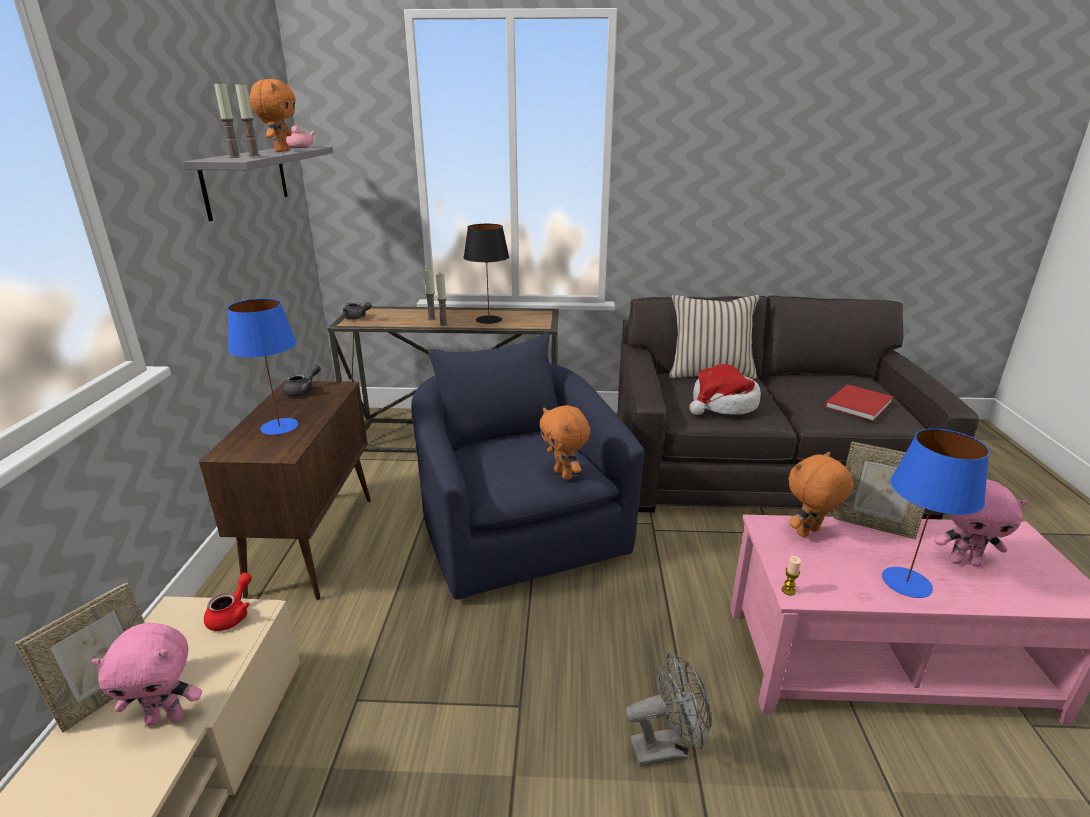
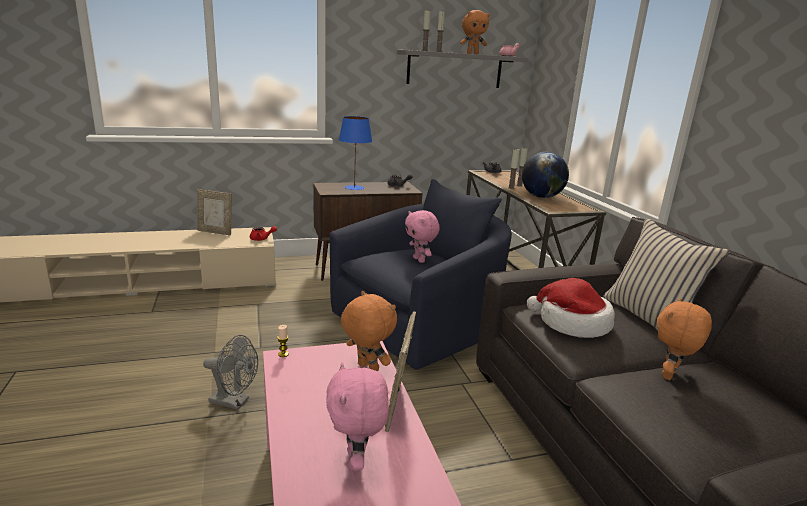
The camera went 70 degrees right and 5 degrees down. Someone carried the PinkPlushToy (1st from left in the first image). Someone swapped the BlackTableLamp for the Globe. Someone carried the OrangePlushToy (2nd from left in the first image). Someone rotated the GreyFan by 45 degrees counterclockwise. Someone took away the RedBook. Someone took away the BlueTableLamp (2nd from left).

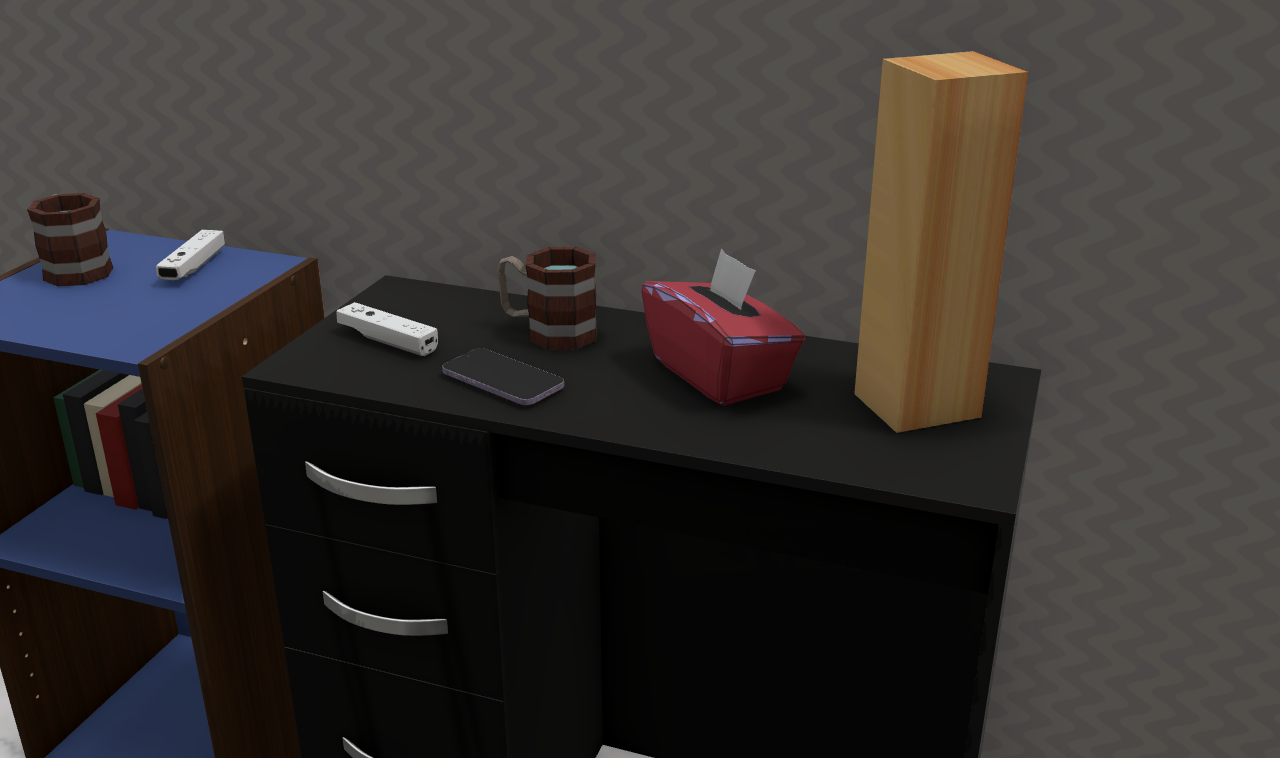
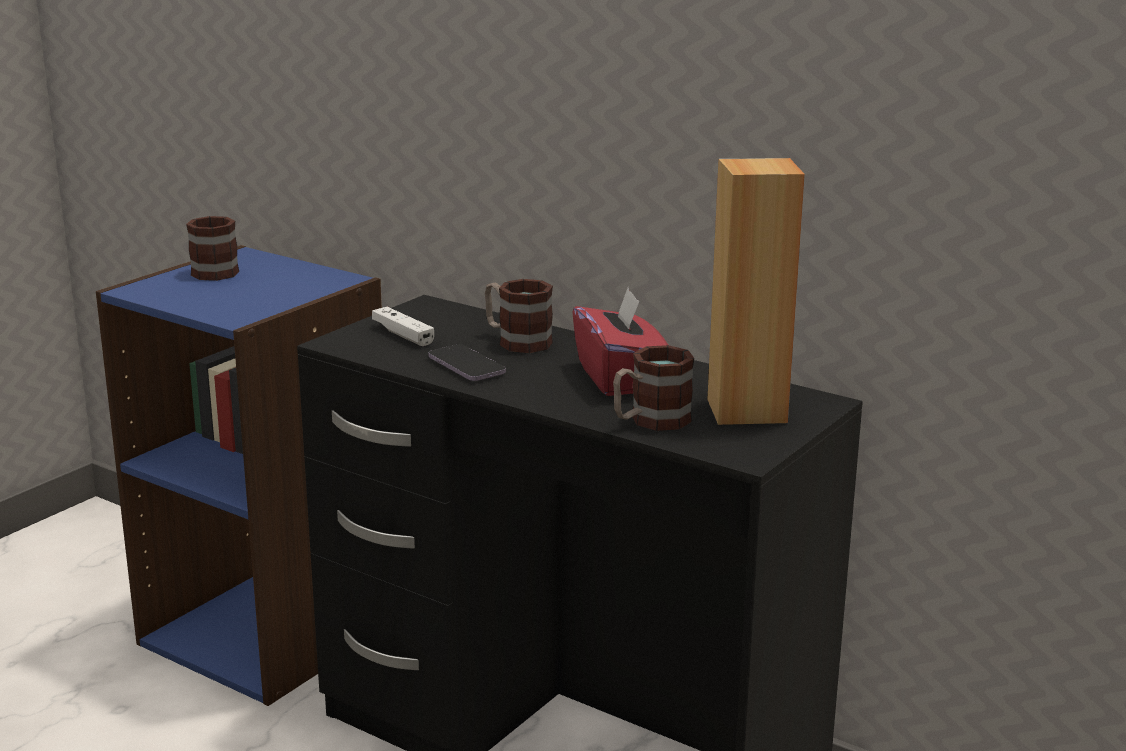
The camera went 15 degrees right and 5 degrees down. Someone took away the WhiteGameController (1st from left). Someone put down the Mug (3rd from left).

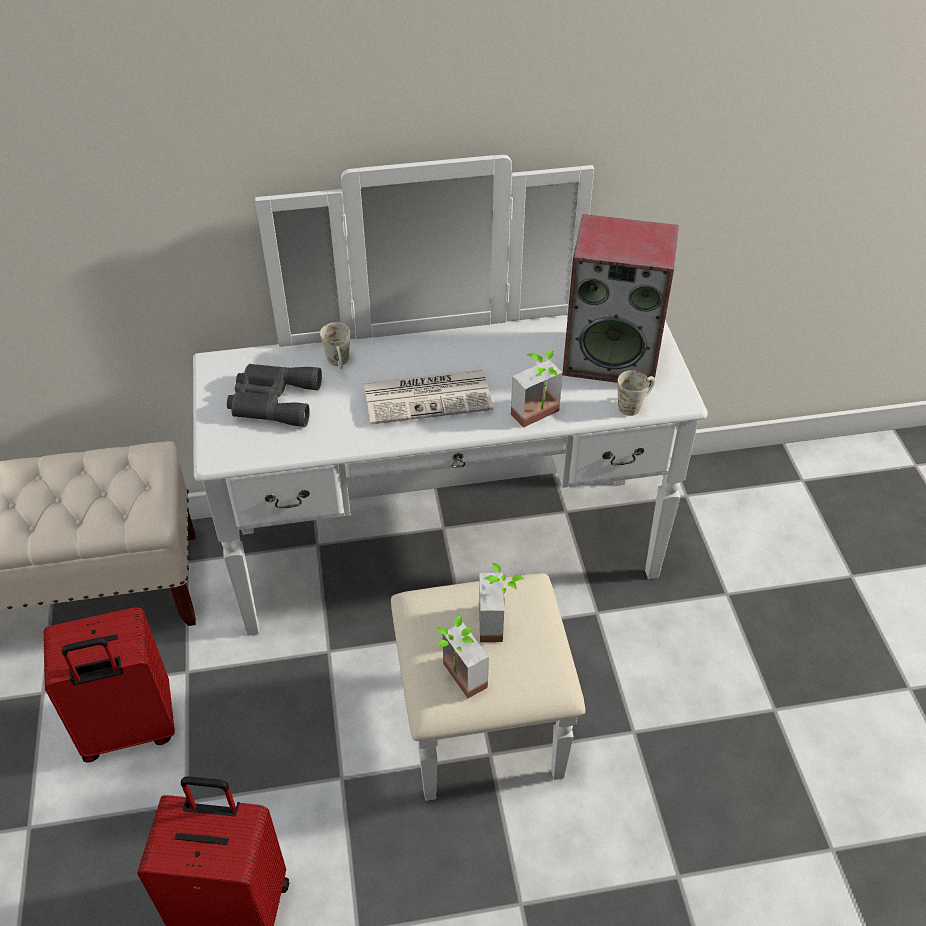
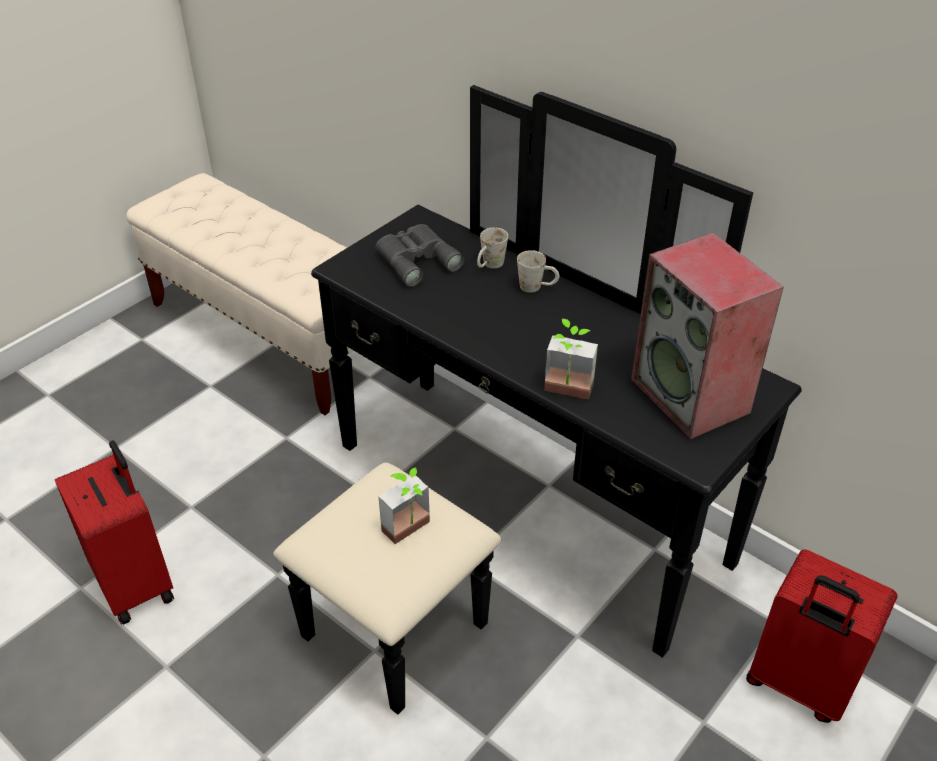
The camera went 50 degrees right and 5 degrees down. Someone carried the RedSuitcase (1st from left in the first image). Someone repainted the WhiteDresser, which became the BlackDresser. Someone took away the Newspaper. Someone took away the PottedPlant (1st from left). Someone carried the WhiteMug (2nd from left).

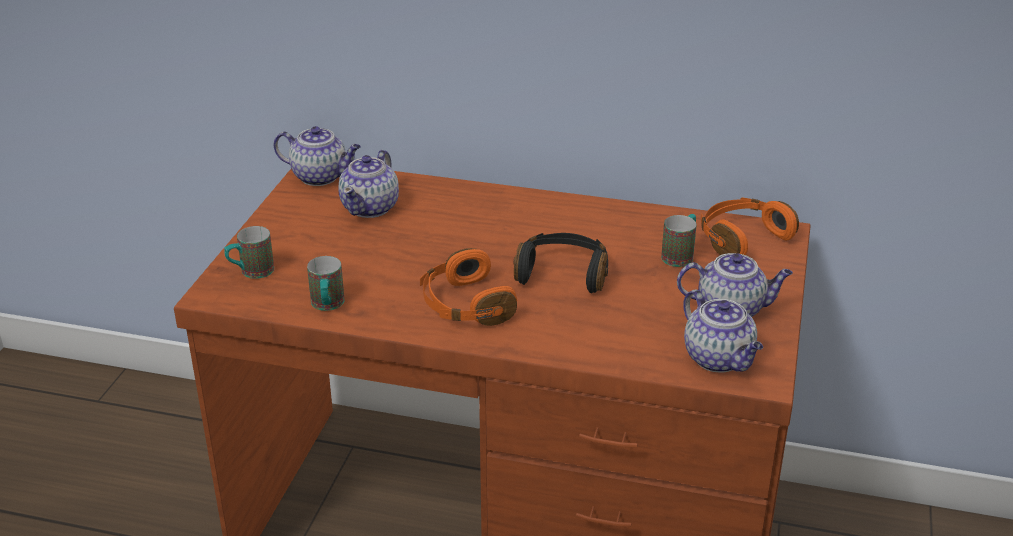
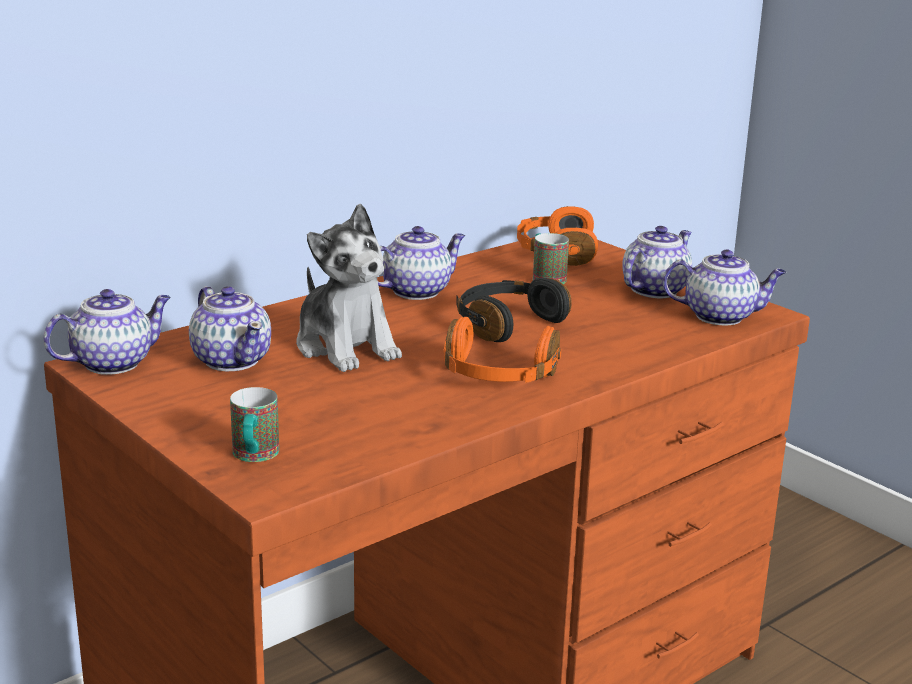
The camera went 55 degrees left and 10 degrees down. Someone took away the Mug (2nd from left). Someone put down the PlushToy. Someone put down the Teapot (3rd from left).

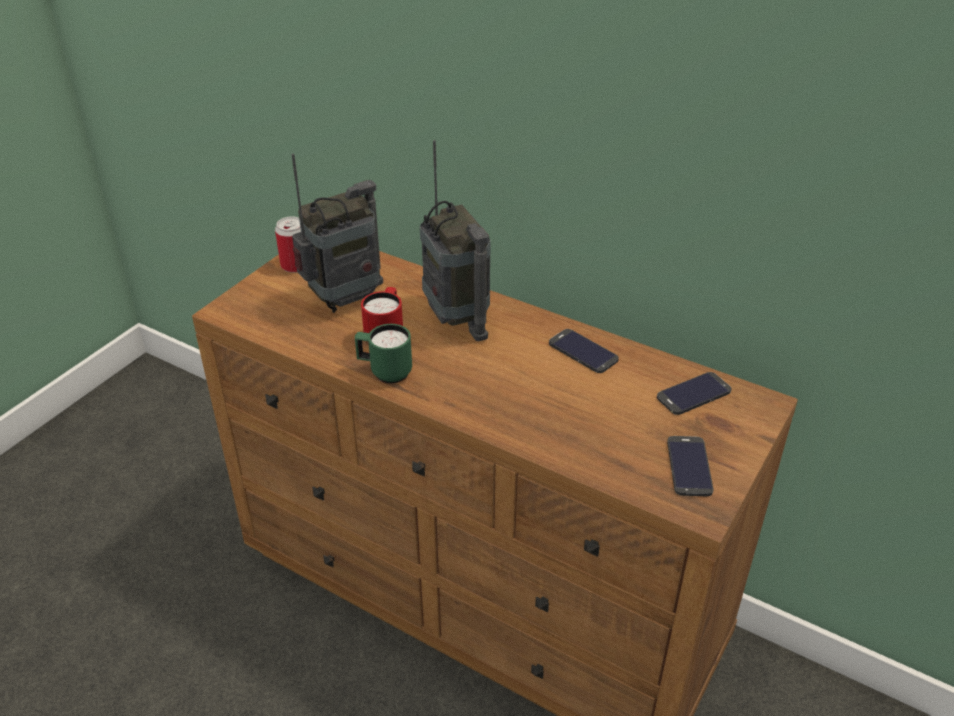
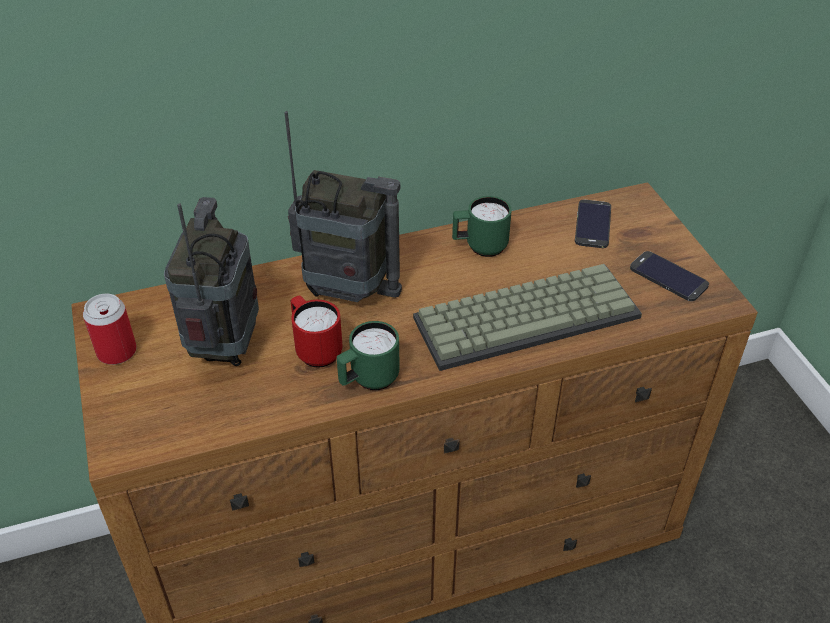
The camera went 50 degrees left and 5 degrees up. Someone swapped the Phone (1st from left) for the GreenMug (2nd from left). Someone put down the Keyboard.

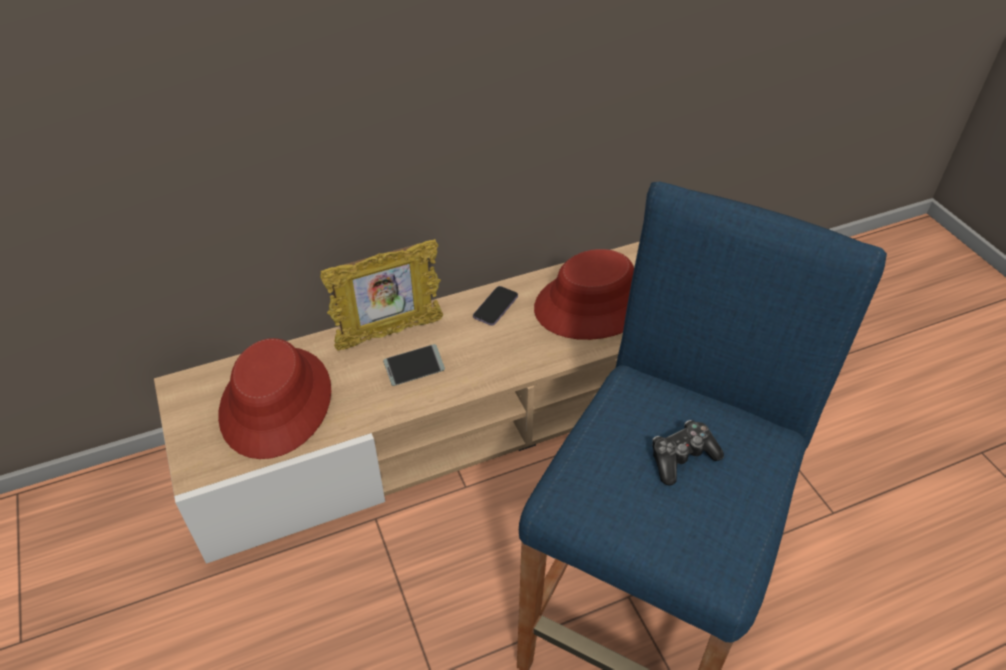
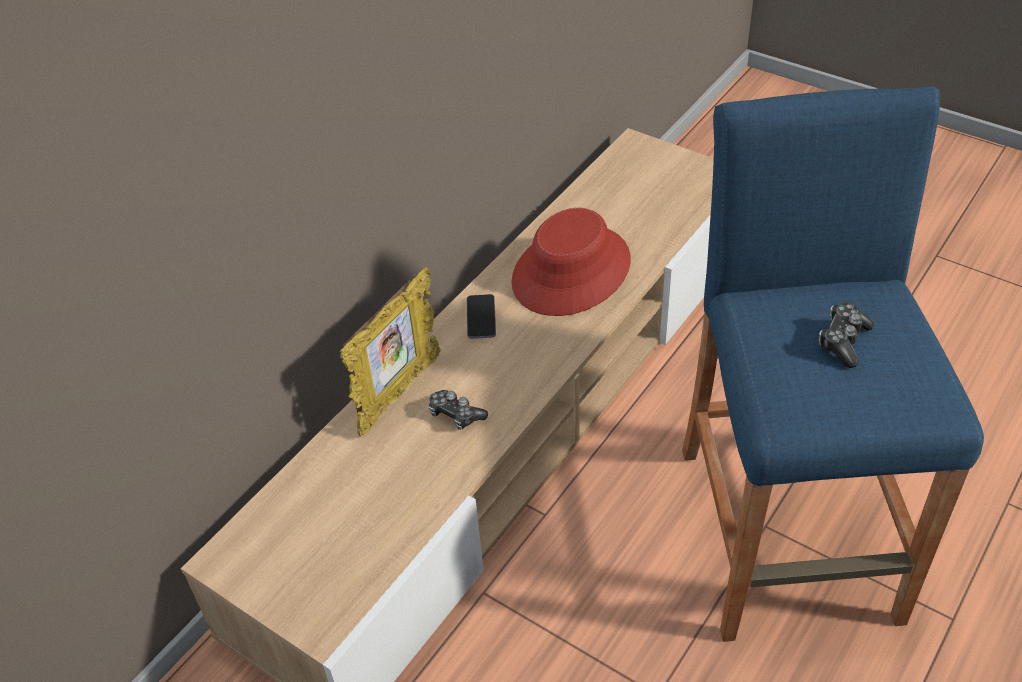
The camera went 30 degrees left and 0 degrees up. Someone took away the RedHat (1st from left). Someone swapped the Phone (1st from left) for the GameController (1st from left).

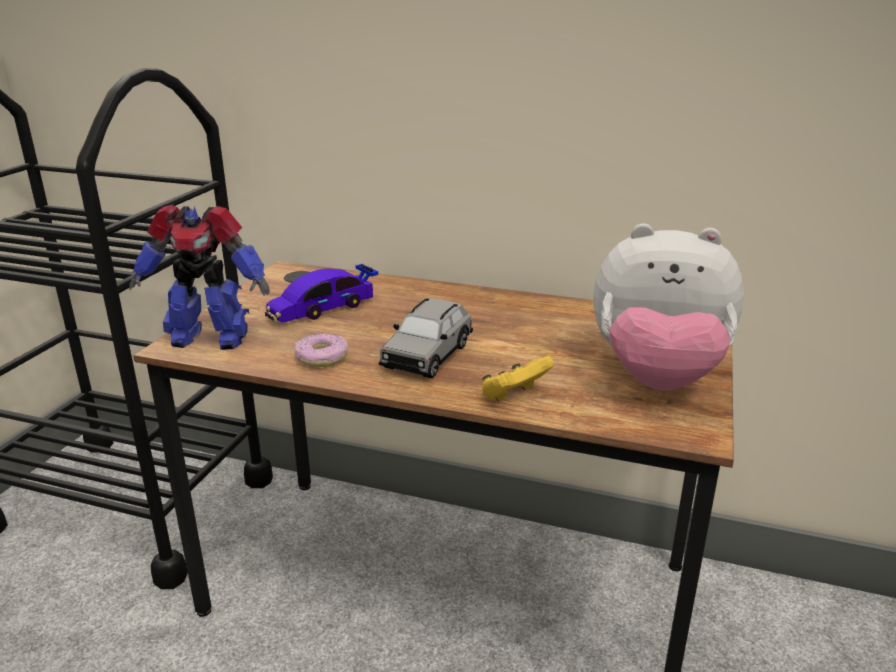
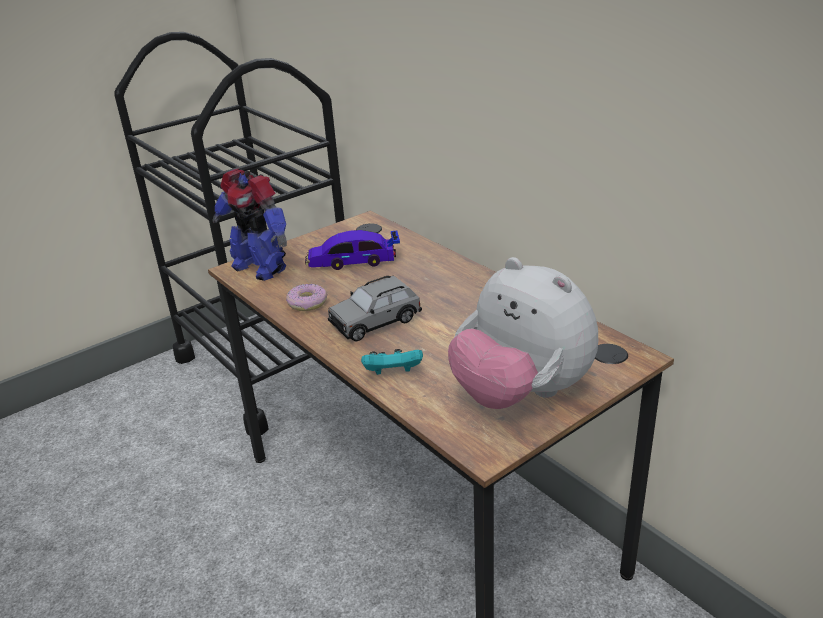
The camera went 35 degrees right and 5 degrees up. Someone repainted the YellowGameController, which became the TurquoiseGameController.

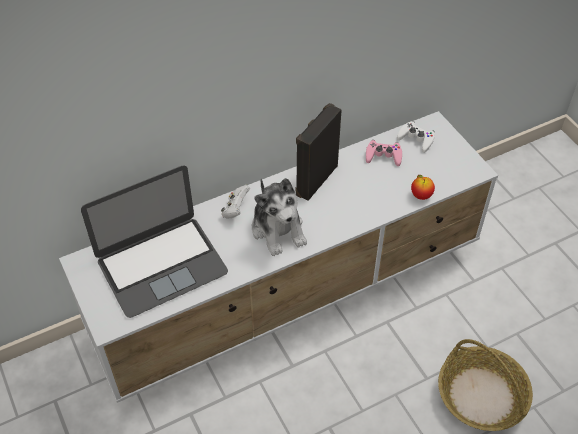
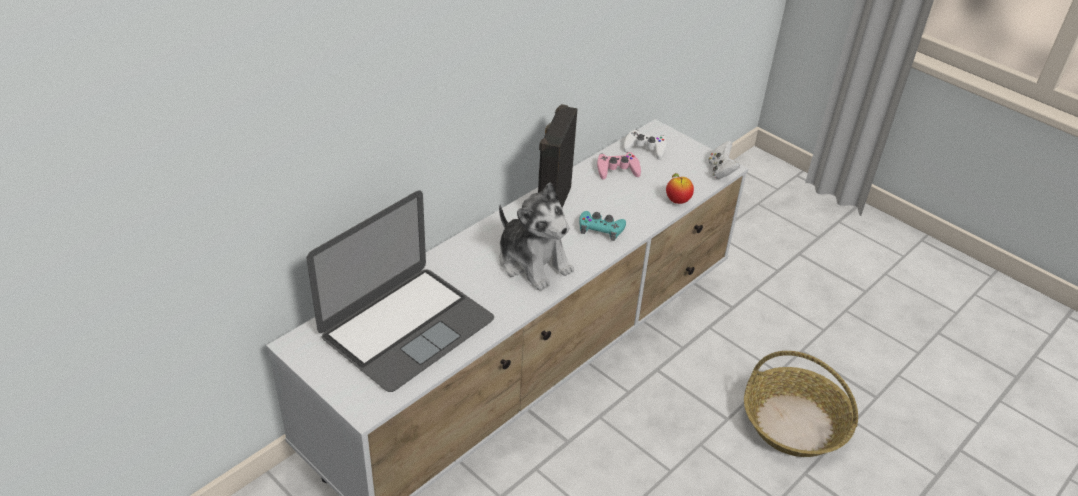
The camera went 20 degrees left and 10 degrees down. Someone carried the WhiteGameController (1st from left in the first image). Someone put down the TurquoiseGameController.

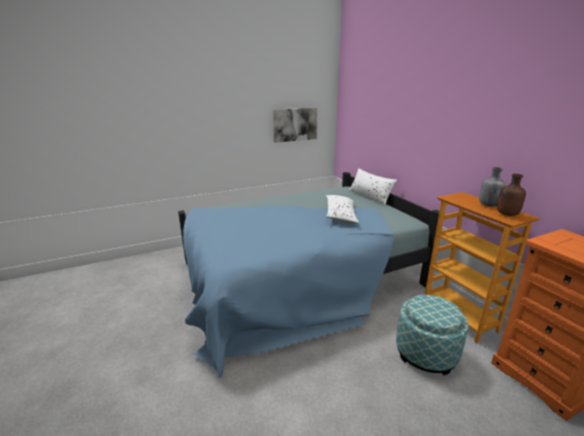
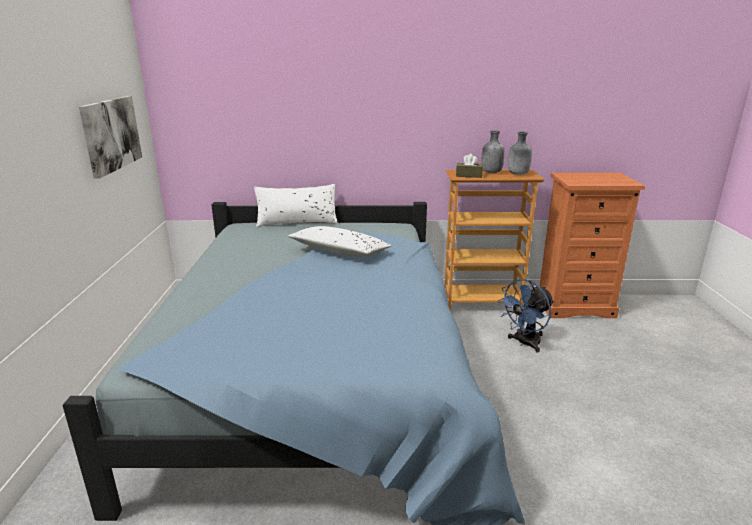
The camera went 65 degrees left and 0 degrees up. Someone swapped the Ottoman for the BlueFan. Someone repainted the BrownBottle, which became the GreyBottle (2nd from left). Someone put down the BrownTissueBox.

